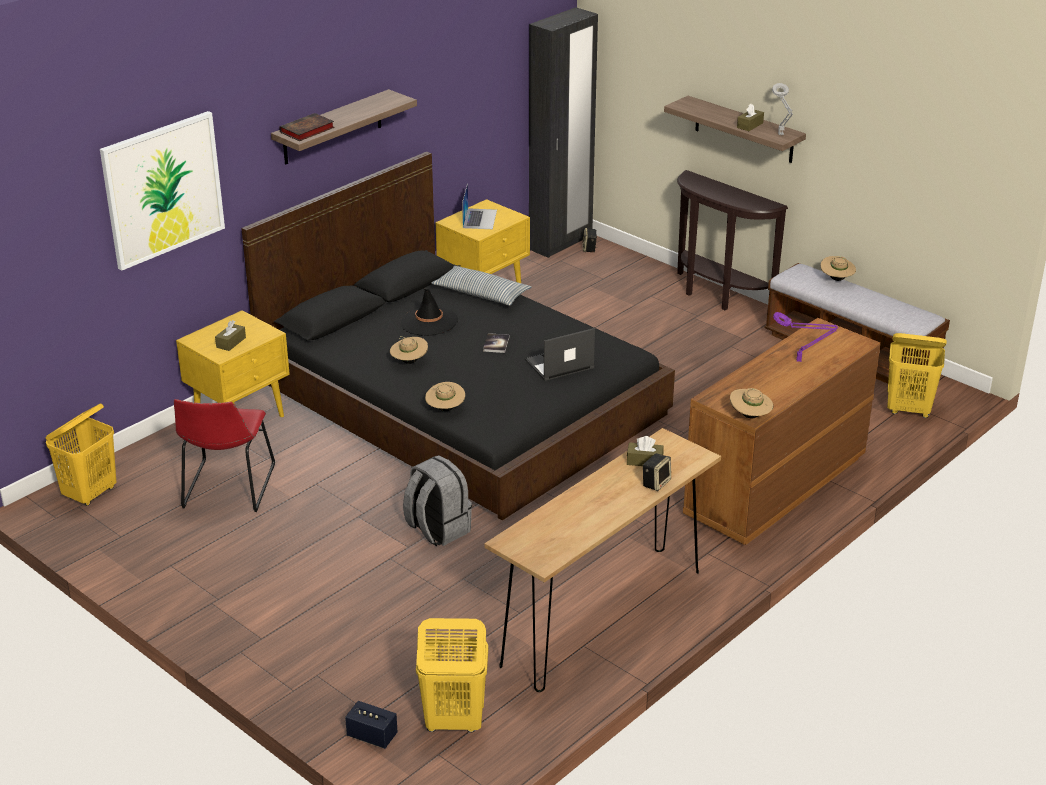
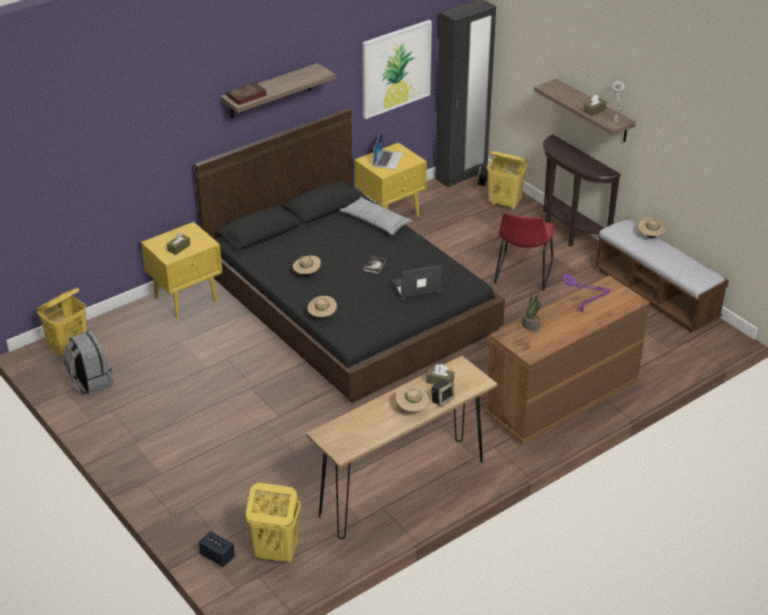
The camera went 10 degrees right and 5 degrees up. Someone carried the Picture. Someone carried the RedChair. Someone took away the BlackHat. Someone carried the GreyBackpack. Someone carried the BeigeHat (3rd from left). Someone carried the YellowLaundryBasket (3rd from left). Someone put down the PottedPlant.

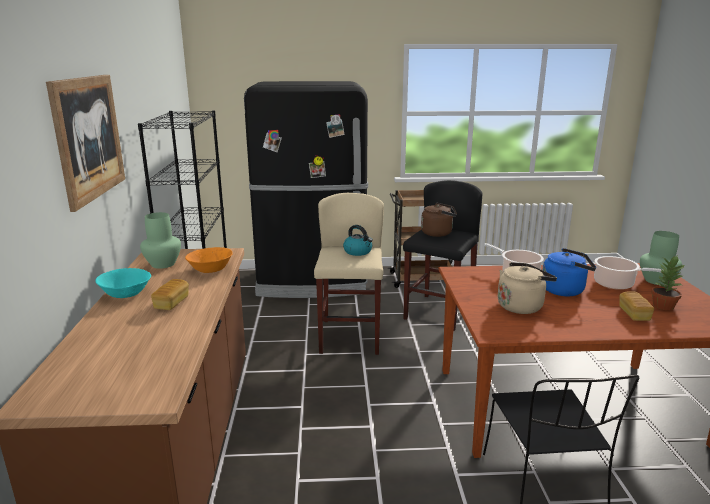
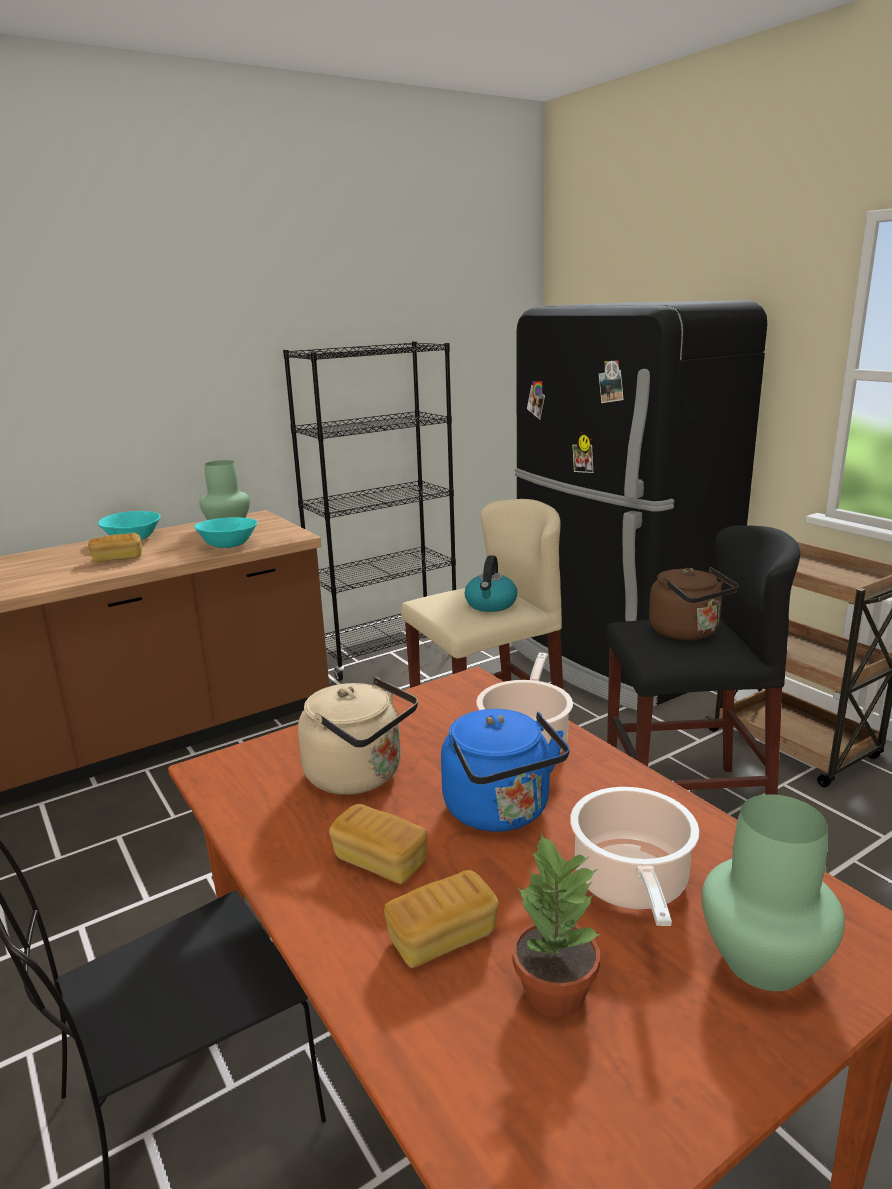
The camera went 60 degrees right and 0 degrees up. Someone took away the Picture. Someone repainted the OrangeBowl, which became the TurquoiseBowl (2nd from left). Someone put down the Bread (2nd from left).

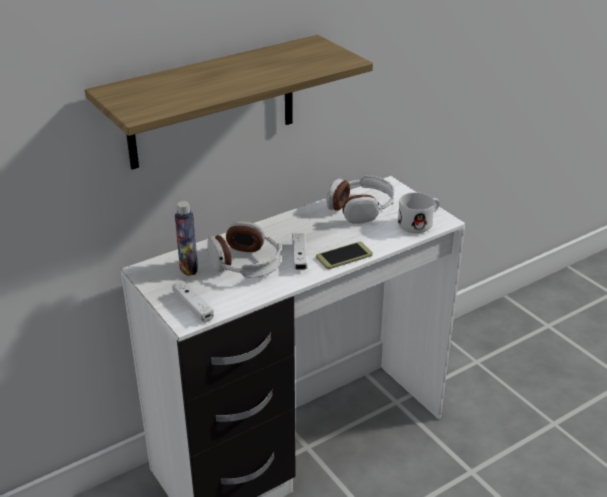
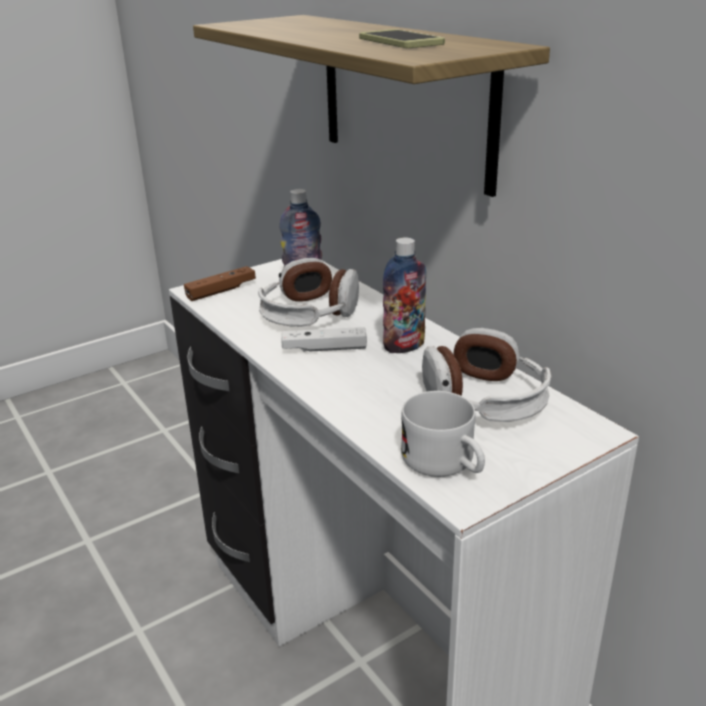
The camera went 90 degrees right and 5 degrees down. Someone repainted the WhiteGameController (1st from left), which became the BrownGameController. Someone carried the Phone. Someone put down the Bottle (2nd from left).

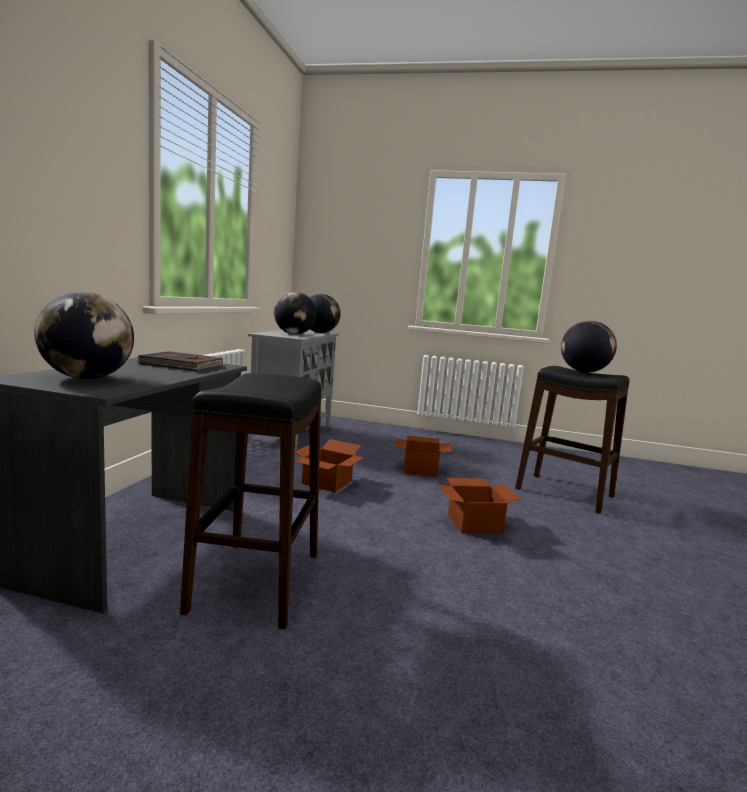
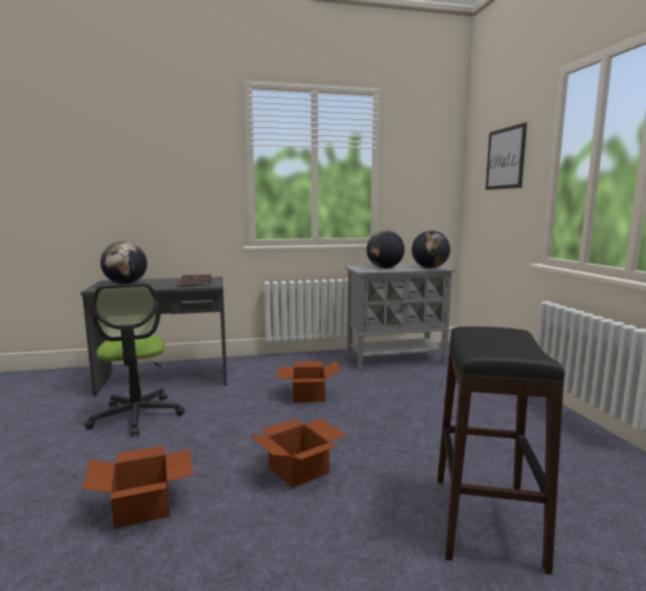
The camera went 65 degrees right and 0 degrees up. Someone swapped the BlackStool (1st from left) for the OfficeChair. Someone carried the CardboardBox (2nd from left in the first image). Someone took away the Globe (4th from left). Someone put up the Picture.

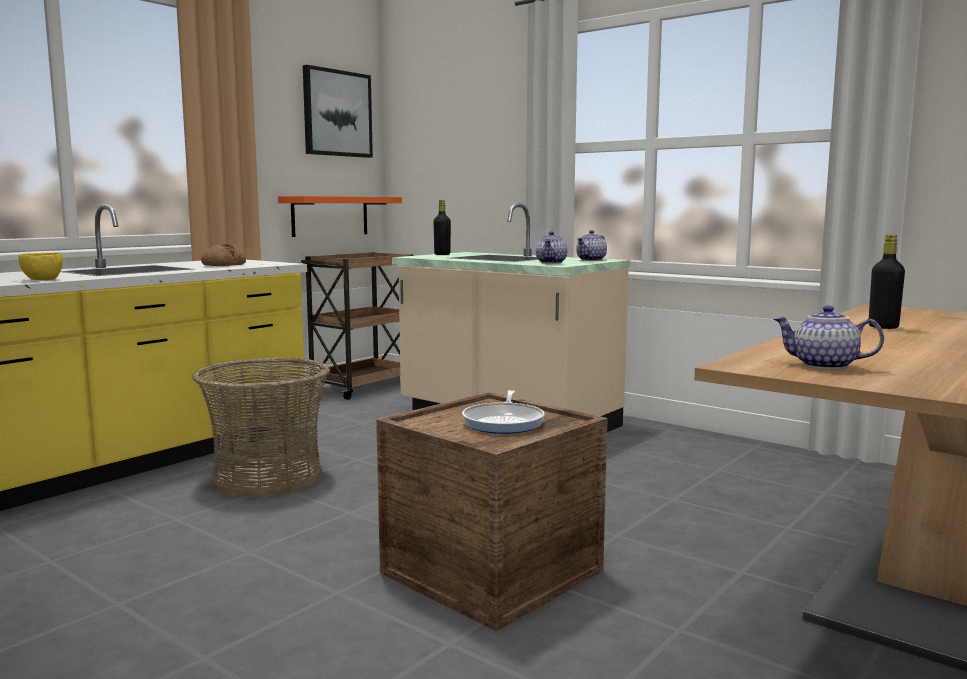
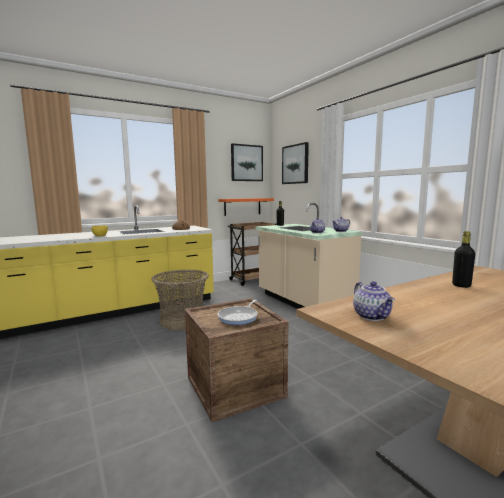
The camera went 20 degrees right and 0 degrees up. Someone rotated the Teapot (3rd from left) by 150 degrees counterclockwise. Someone put up the Picture (2nd from left).

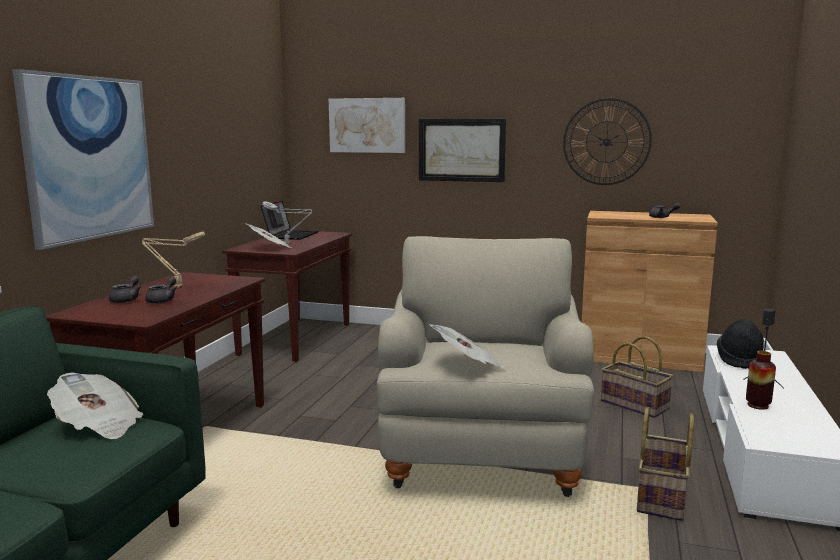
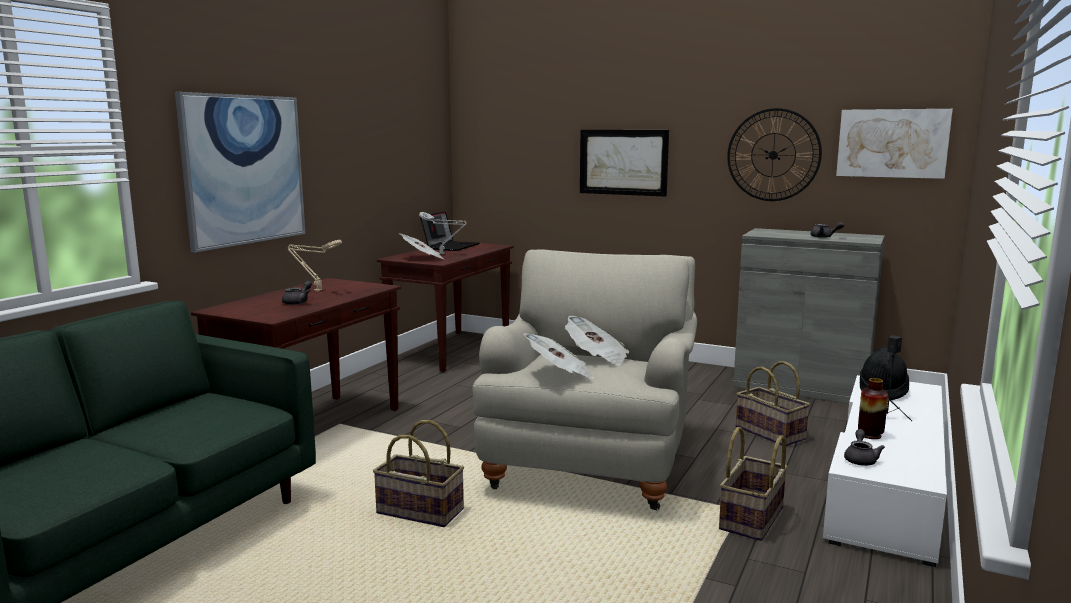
The camera went 10 degrees right and 0 degrees up. Someone carried the Newspaper (1st from left in the first image). Someone carried the GreyTeapot (1st from left in the first image). Someone carried the Picture (2nd from left in the first image). Someone repainted the BrownCabinet, which became the GreyCabinet. Someone put down the Basket (1st from left).

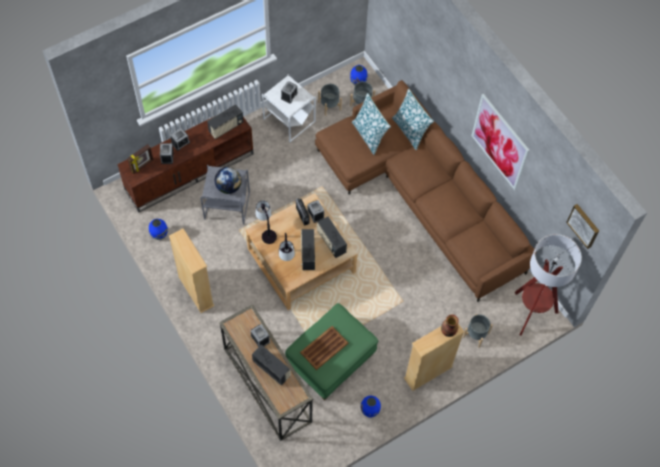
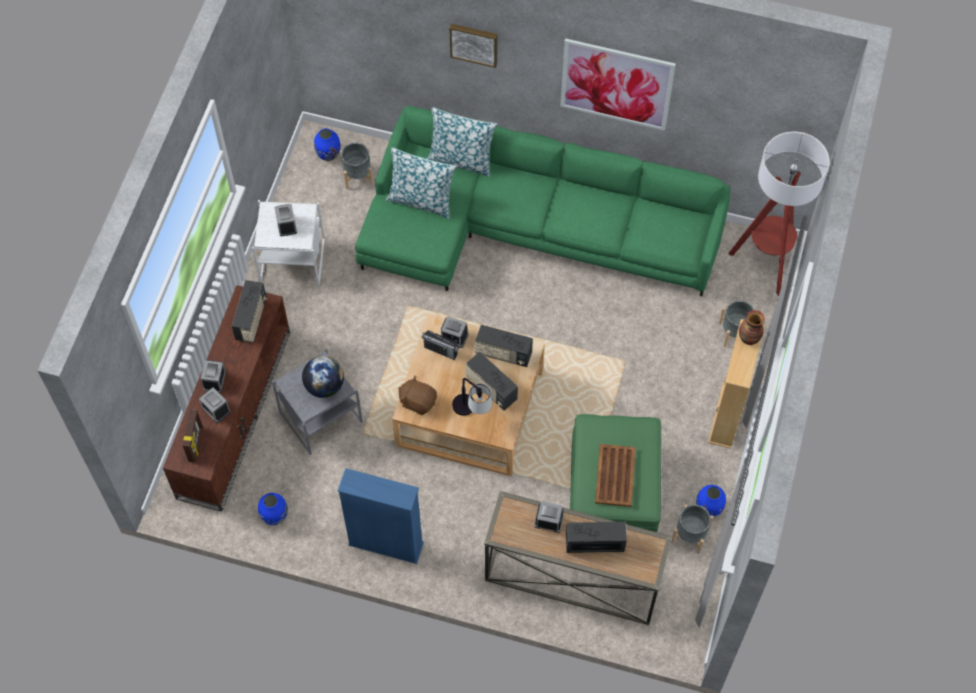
The camera went 40 degrees left and 0 degrees up. Someone repainted the BeigeBookcase (1st from left), which became the BlueBookcase. Someone swapped the TableLamp (1st from left) for the BrownPlushToy. Someone repainted the BrownSofa, which became the GreenSofa. Someone carried the GreyPlanter (1st from left in the first image). Someone carried the Picture (2nd from left in the first image).

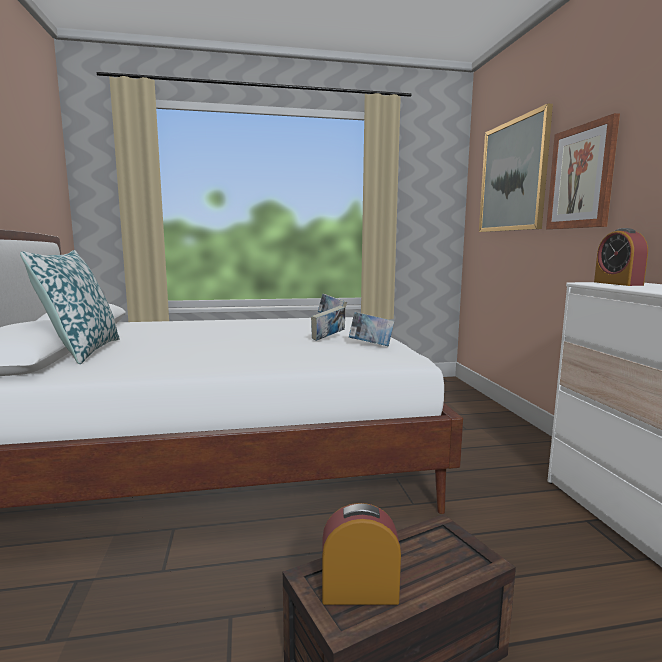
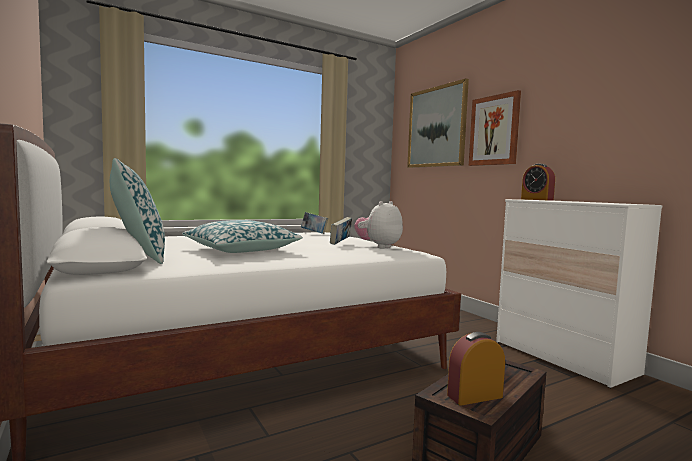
The camera went 20 degrees left and 5 degrees down. Someone swapped the Book (3rd from left) for the PlushToy. Someone put down the Pillow (2nd from left).

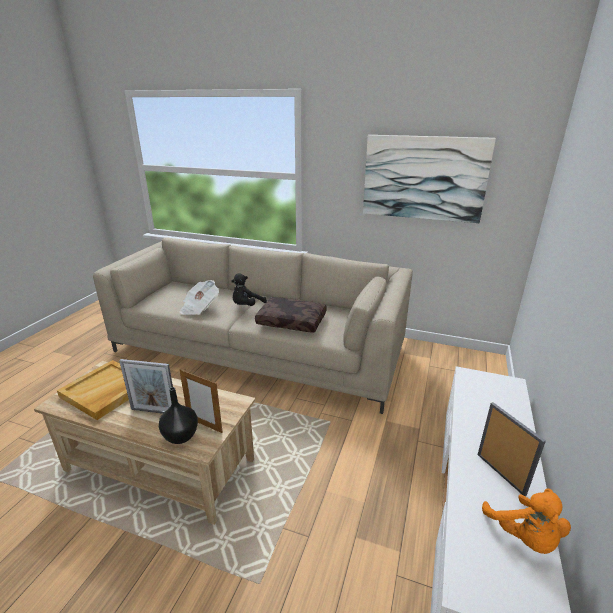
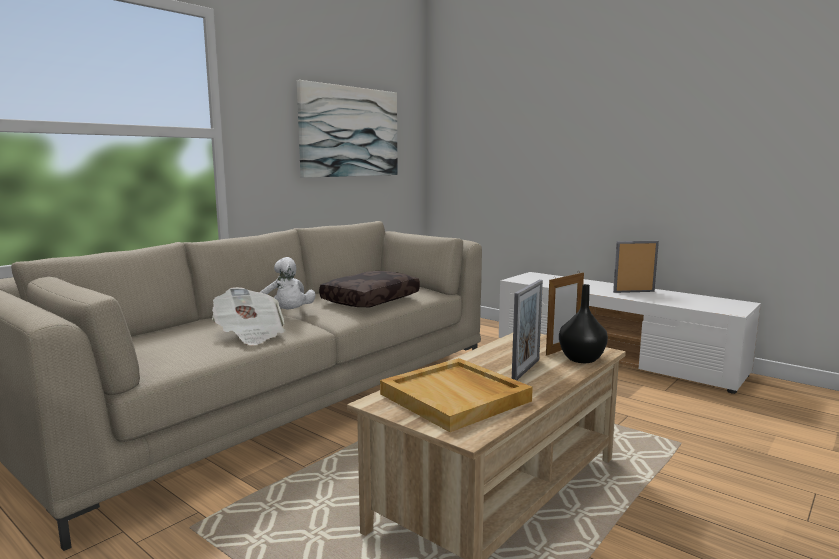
The camera went 70 degrees left and 15 degrees down. Someone repainted the BlackPlushToy, which became the WhitePlushToy. Someone took away the OrangePlushToy.

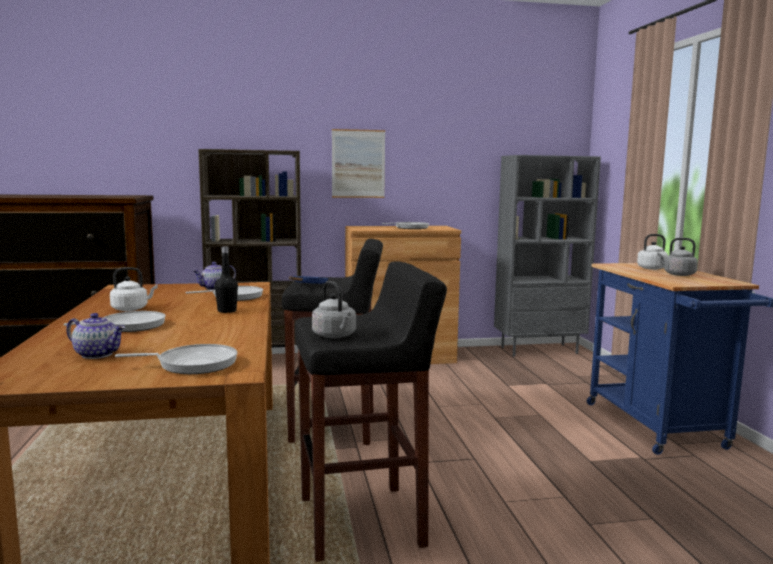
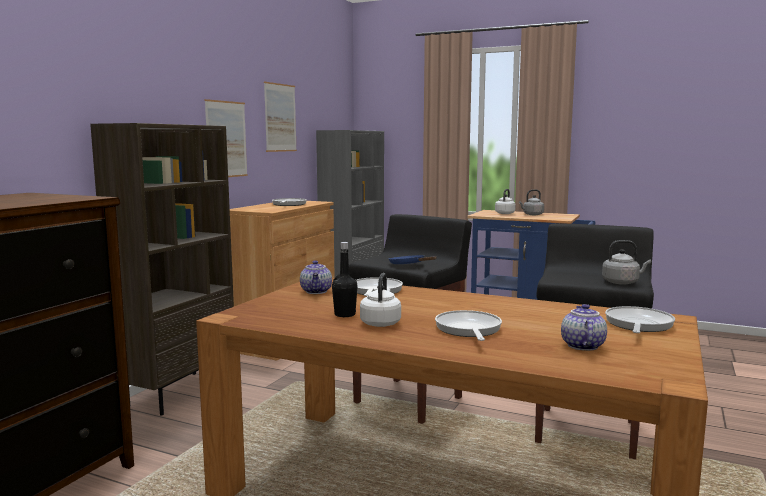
The camera went 55 degrees left and 0 degrees up. Someone rotated the Teapot (1st from left in the first image) by 45 degrees counterclockwise. Someone carried the BlackBottle. Someone put up the Picture (2nd from left).

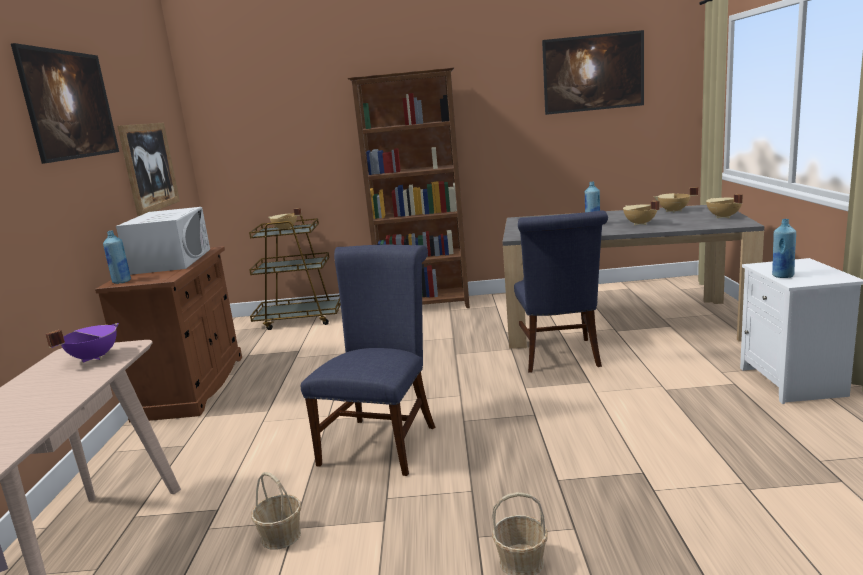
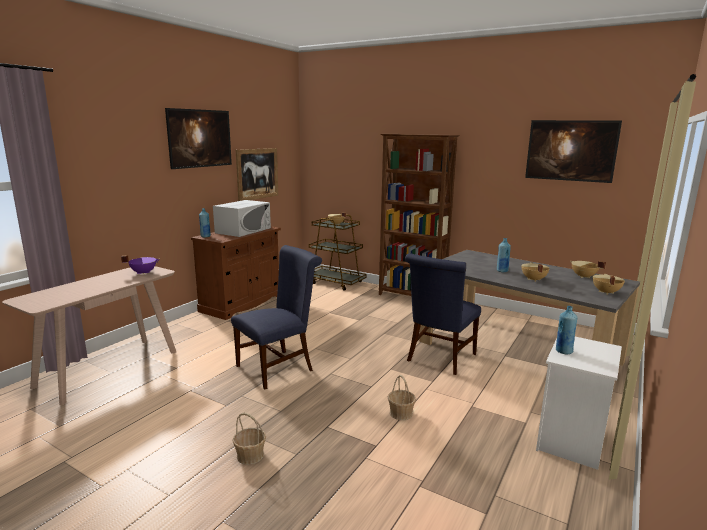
The camera went 30 degrees right and 0 degrees up. Someone carried the Basket (1st from left in the first image).

